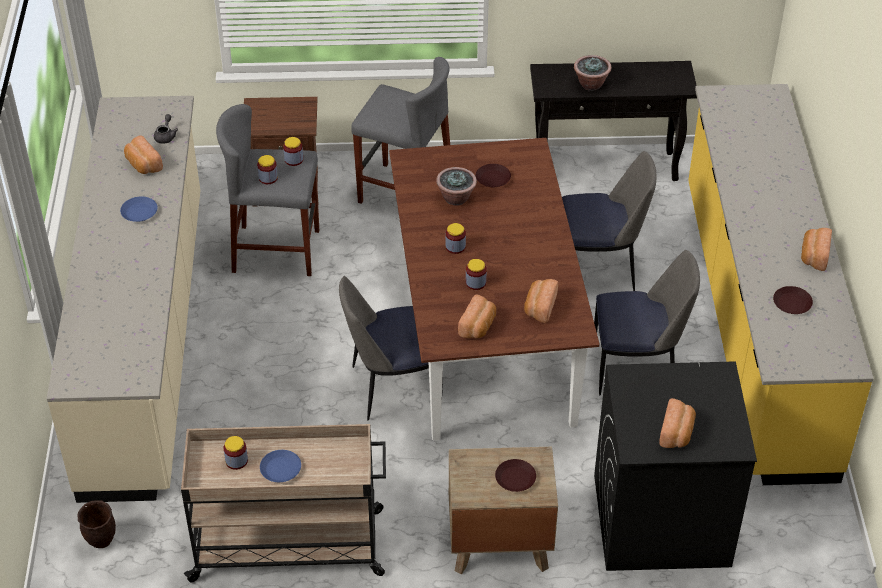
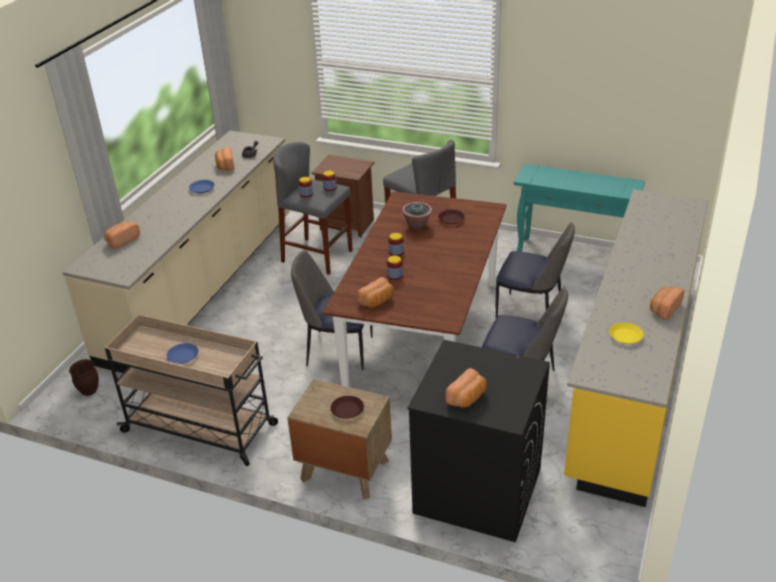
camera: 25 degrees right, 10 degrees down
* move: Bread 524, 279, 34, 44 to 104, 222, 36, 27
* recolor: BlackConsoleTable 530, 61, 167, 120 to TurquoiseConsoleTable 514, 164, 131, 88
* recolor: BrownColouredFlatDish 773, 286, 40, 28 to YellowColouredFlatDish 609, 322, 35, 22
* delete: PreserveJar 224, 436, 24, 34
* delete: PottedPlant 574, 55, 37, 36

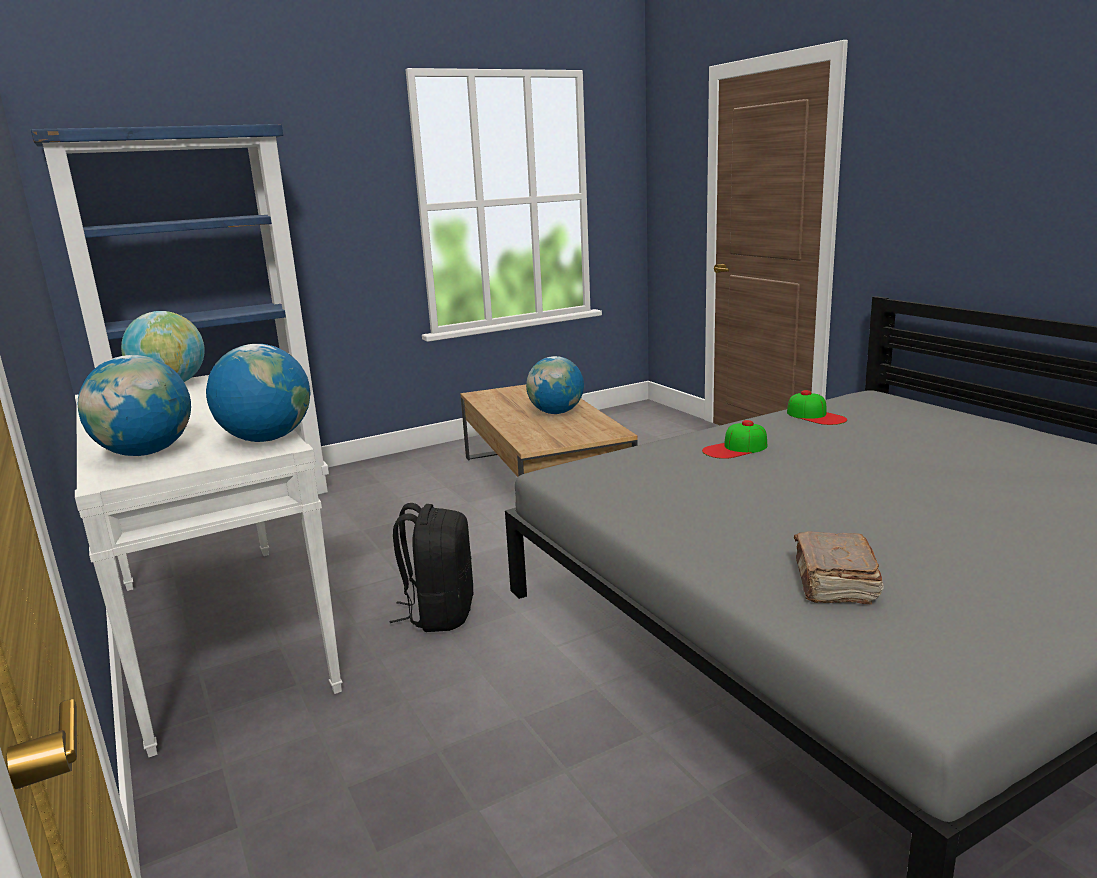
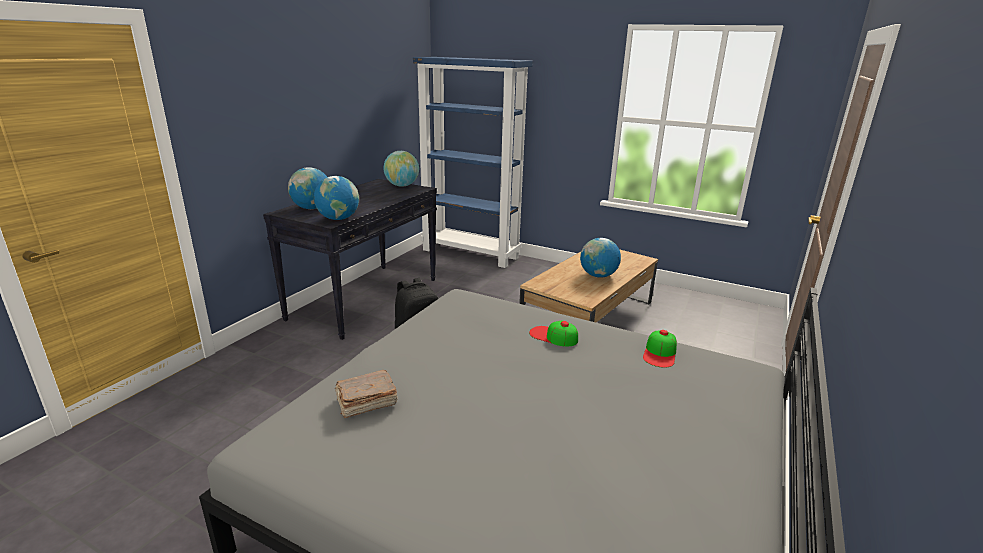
camera: 55 degrees right, 5 degrees up
* recolor: WhitishConsoleTable 75, 375, 268, 382 to BlackConsoleTable 263, 179, 174, 161

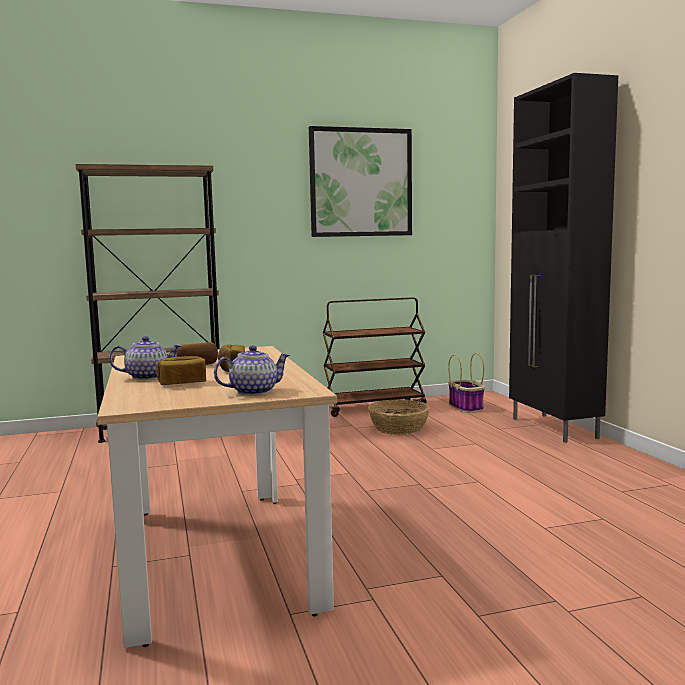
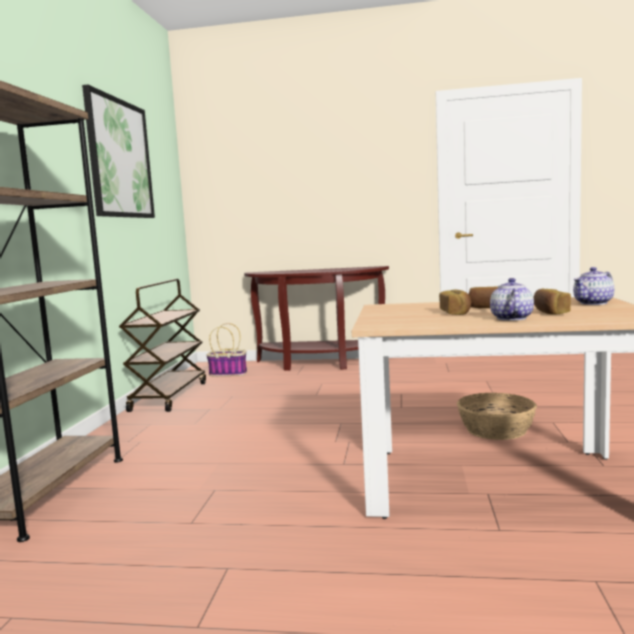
camera: 65 degrees left, 0 degrees up
* replace: BlackCupboard 509, 73, 109, 370 to BrownColouredConsoleTable 244, 266, 145, 105
* move: StorageBasket 368, 400, 62, 35 to 457, 393, 80, 47
* rotate: Teapot 214, 345, 76, 50 = 573, 267, 41, 38 120 degrees counterclockwise

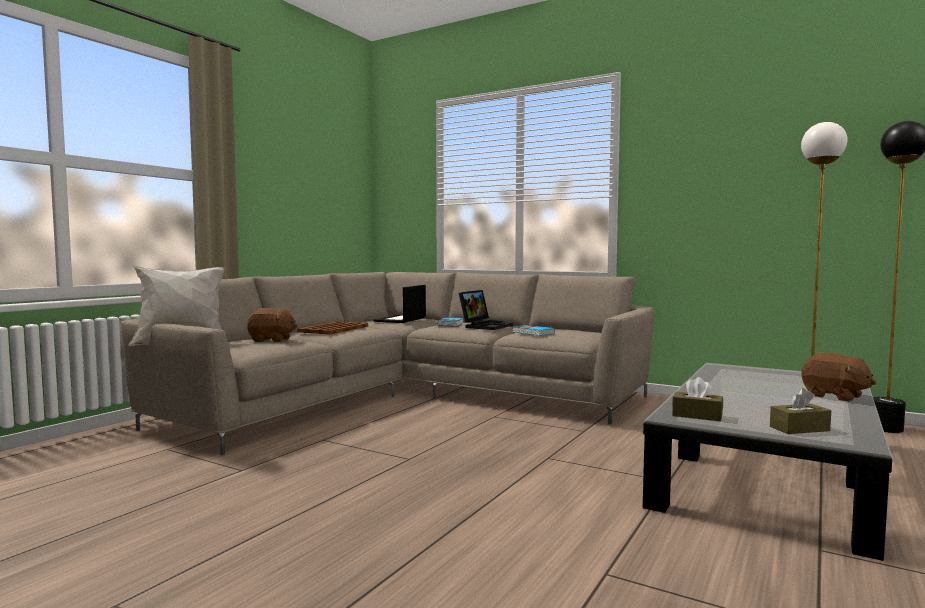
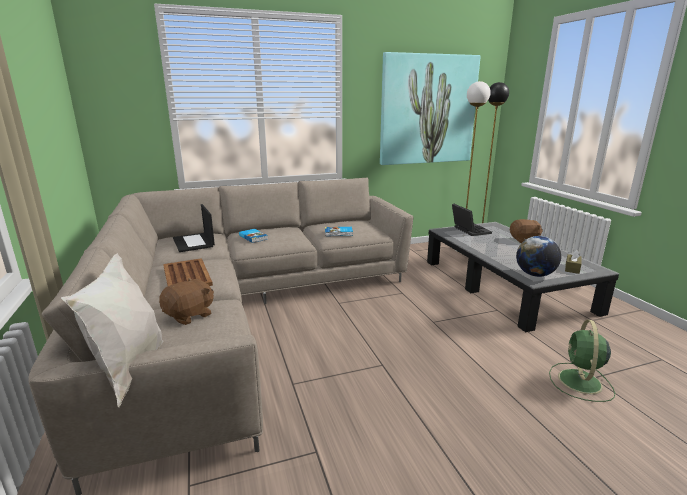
camera: 50 degrees left, 15 degrees up
* insert: WallArt 380, 52, 101, 113
* move: NotebookComputer 459, 290, 55, 40 to 452, 204, 40, 32
* replace: BrownColouredTissueHolder 672, 377, 51, 44 to DeskGlobe 516, 236, 45, 41
* insert: GreenColouredFan 549, 319, 66, 83

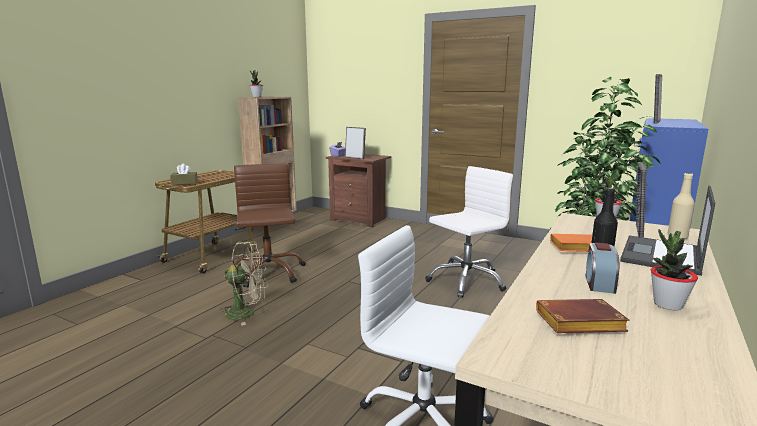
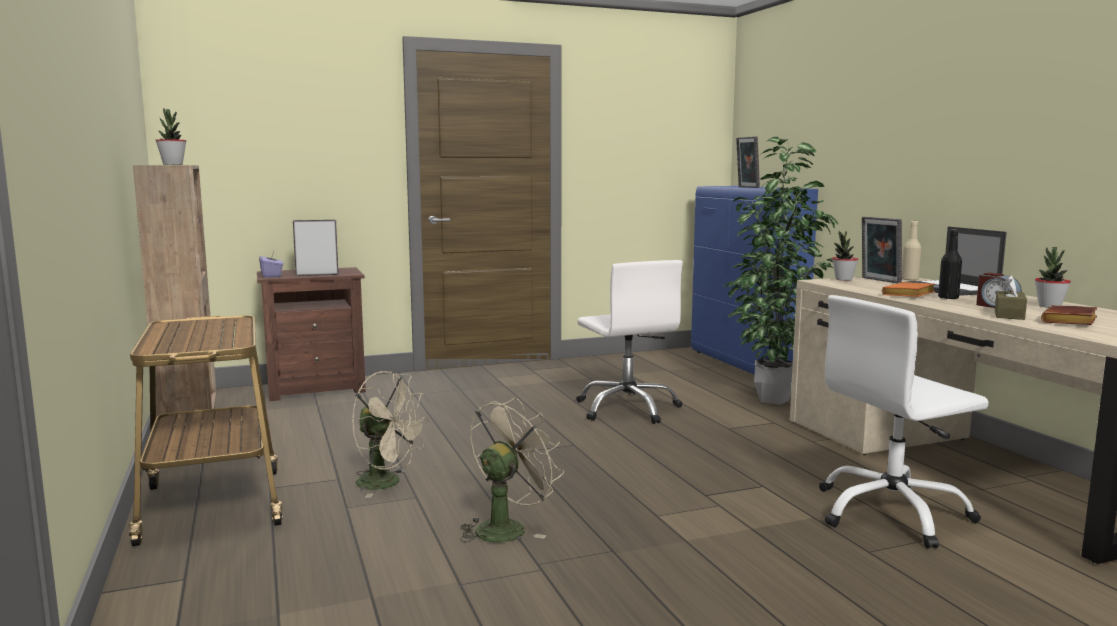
camera: 50 degrees left, 5 degrees down
* replace: BrownColouredDeskChair 234, 164, 72, 124 to BeigeColouredFan 352, 371, 77, 127
* rotate: WhitishDeskChair 425, 166, 88, 132 = 576, 260, 107, 164 150 degrees clockwise
* move: BrownColouredTissueHolder 170, 164, 28, 21 to 995, 275, 32, 45

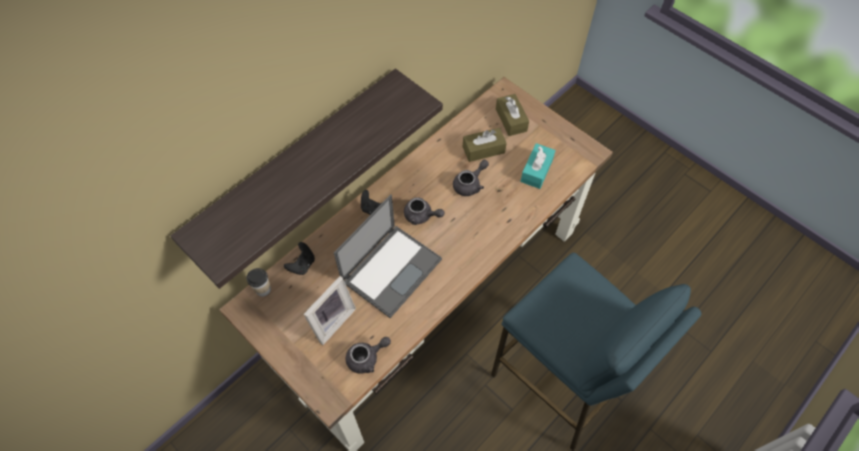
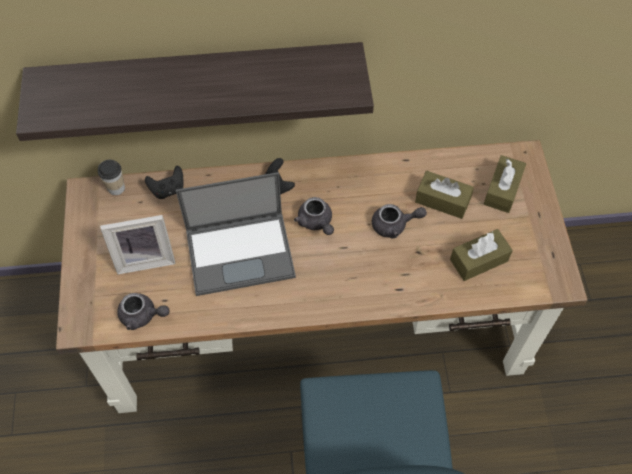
camera: 40 degrees right, 0 degrees up
* recolor: TurquoiseTissueHolder 520, 143, 36, 46 to BrownColouredTissueHolder 450, 229, 63, 52

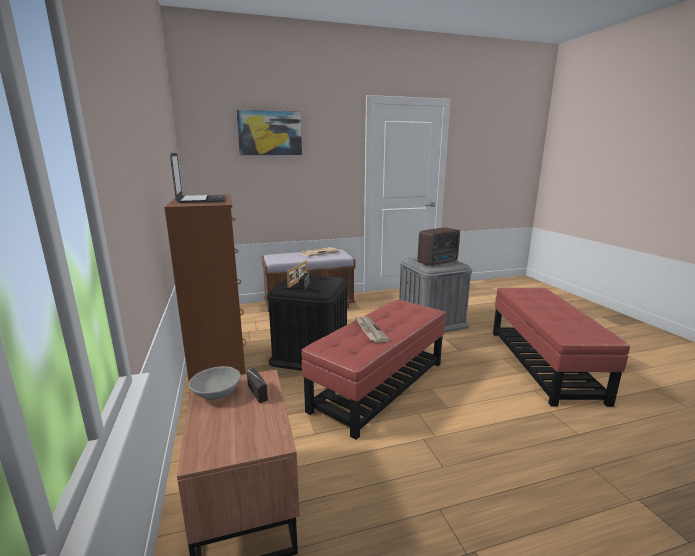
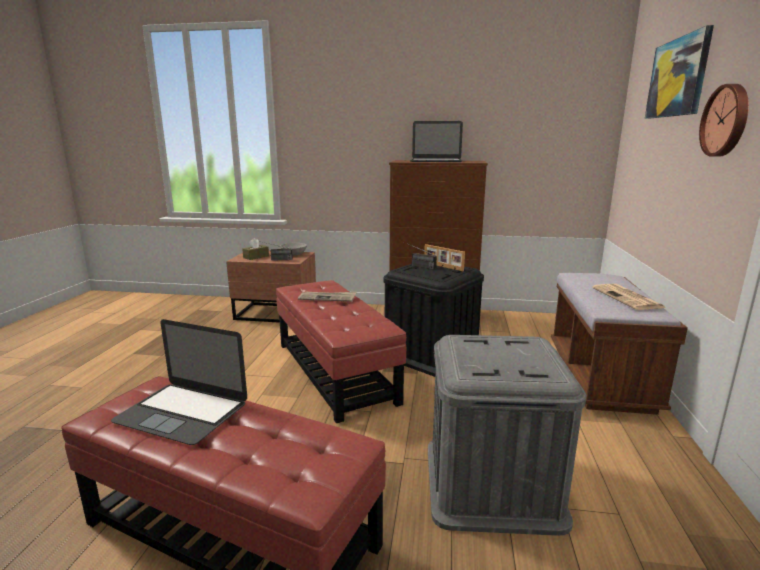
camera: 115 degrees right, 0 degrees up
* insert: NotebookComputer 111, 319, 136, 126
* insert: BrownColouredTissueHolder 242, 238, 27, 22
* insert: ClockOnTheWall 699, 84, 50, 73
* delete: RadioReceiver 418, 227, 42, 39

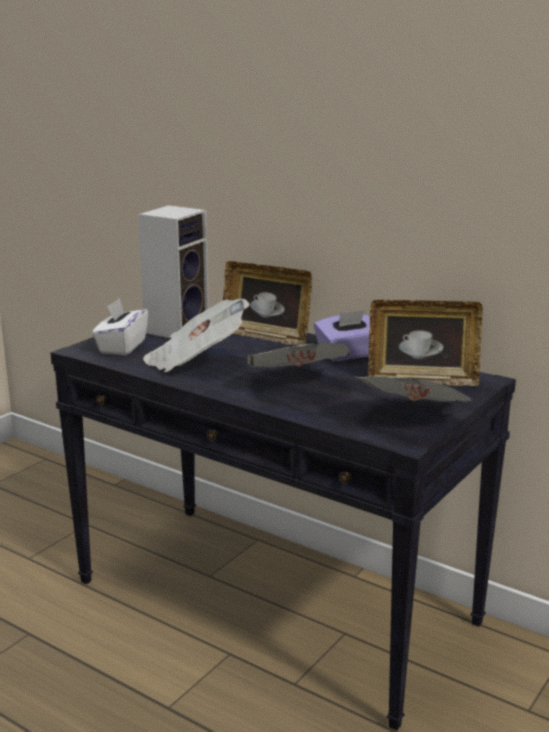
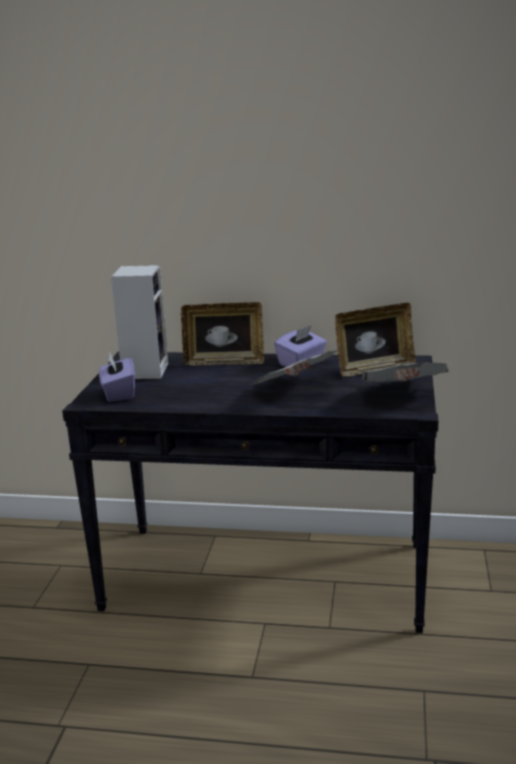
camera: 25 degrees left, 0 degrees up
* recolor: WhitishTissueHolder 92, 298, 56, 58 to PurplishTissueHolder 99, 353, 36, 49
* delete: Newspaper 143, 299, 107, 73

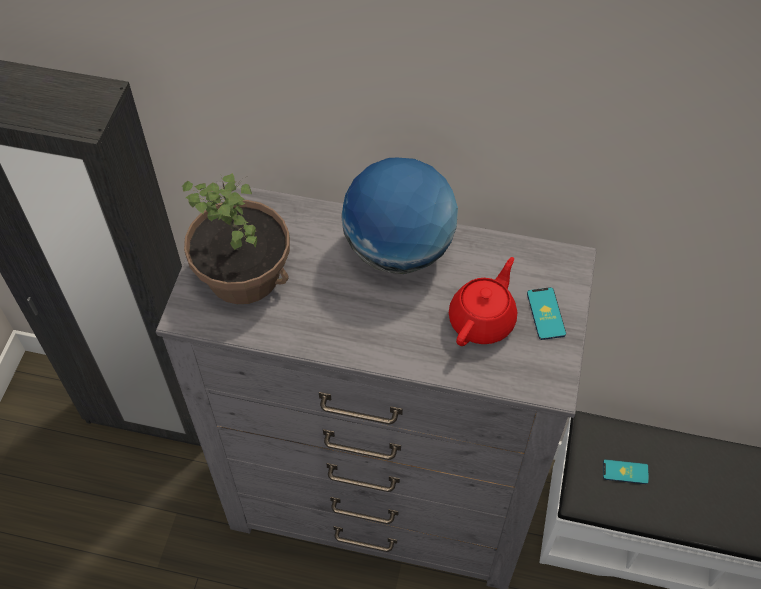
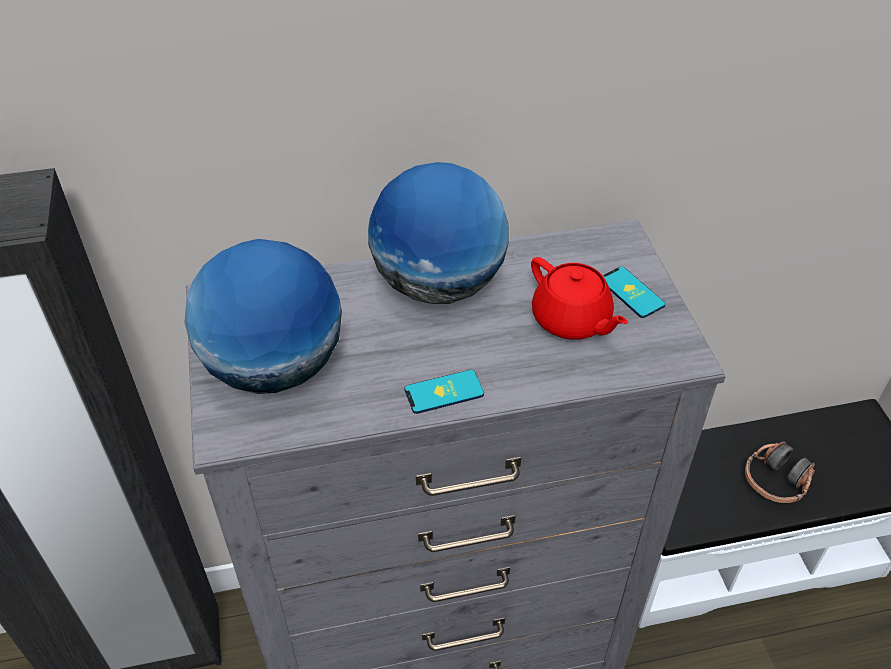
camera: 25 degrees left, 10 degrees down
* replace: PottedPlant 182, 172, 108, 132 to DeskGlobe 184, 239, 158, 155
* move: Handset 603, 459, 46, 25 to 405, 370, 79, 44
* rotate: RedTeapot 449, 257, 68, 89 = 531, 257, 97, 83 135 degrees clockwise
* insert: Headset 745, 441, 70, 62

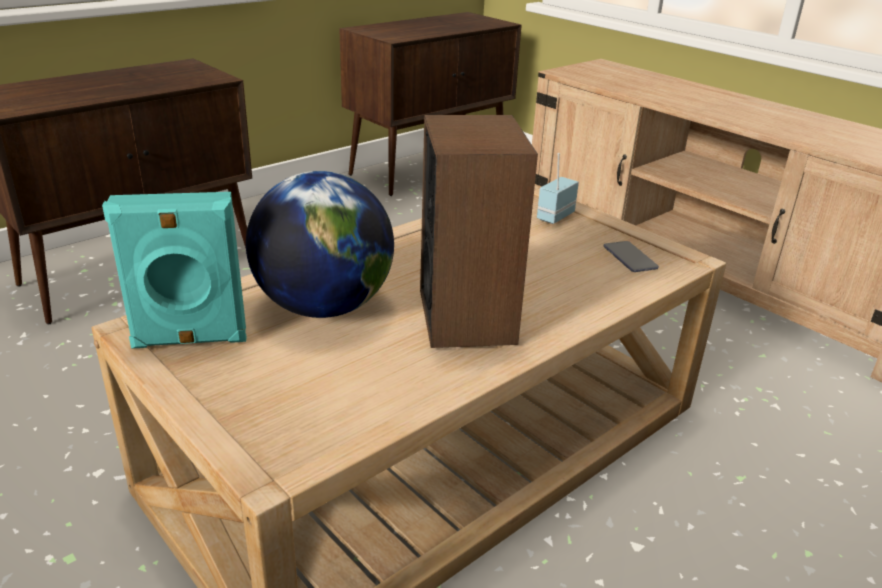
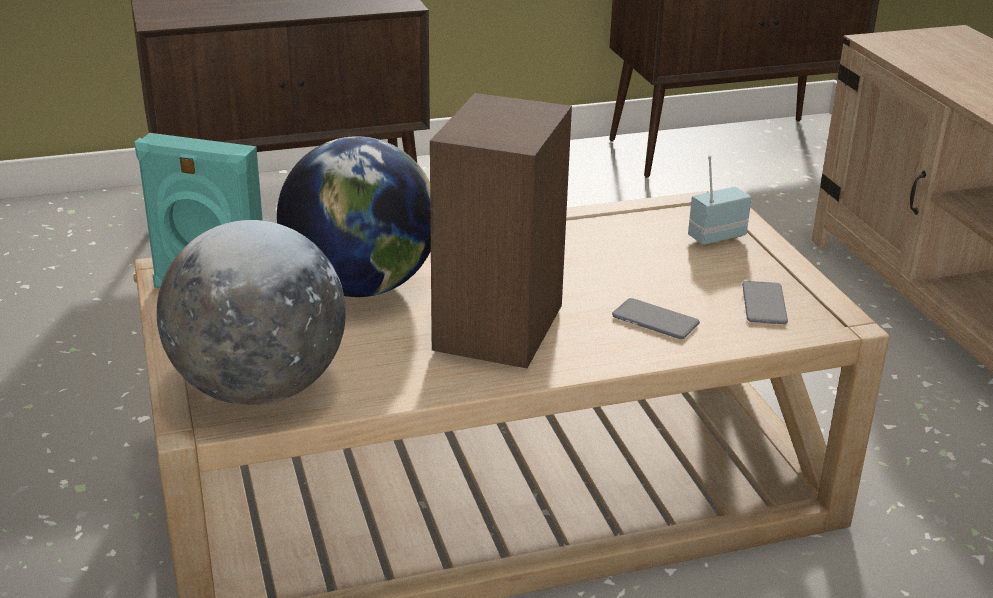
camera: 25 degrees right, 0 degrees up
* insert: DeskGlobe 157, 220, 189, 186
* insert: Handset 612, 298, 88, 41

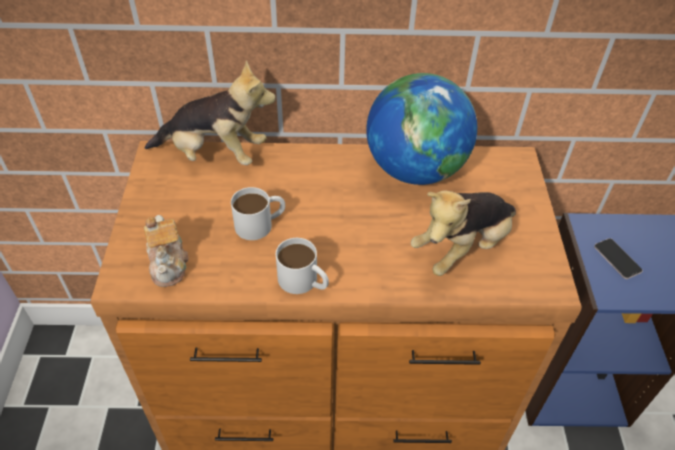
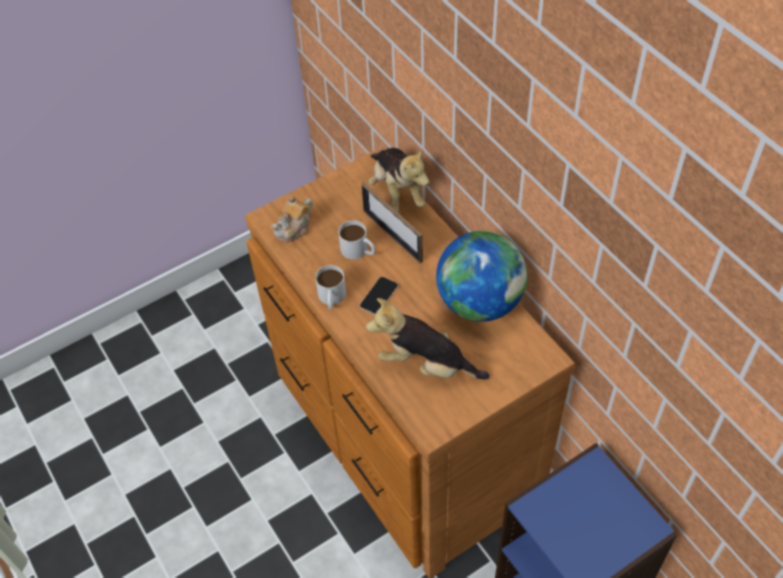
camera: 60 degrees right, 5 degrees up
* move: Handset 594, 238, 49, 41 to 360, 277, 38, 38
* insert: StandingFrame 361, 183, 62, 80

